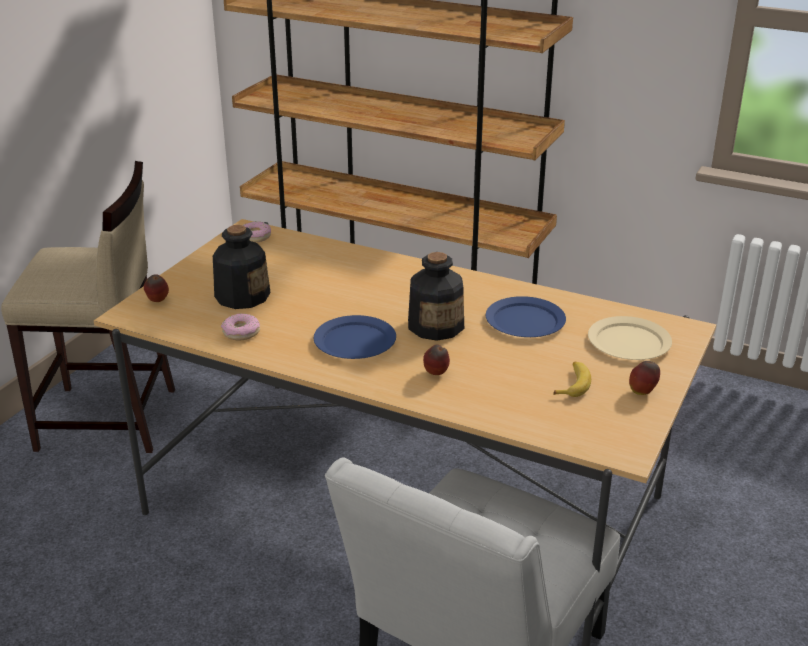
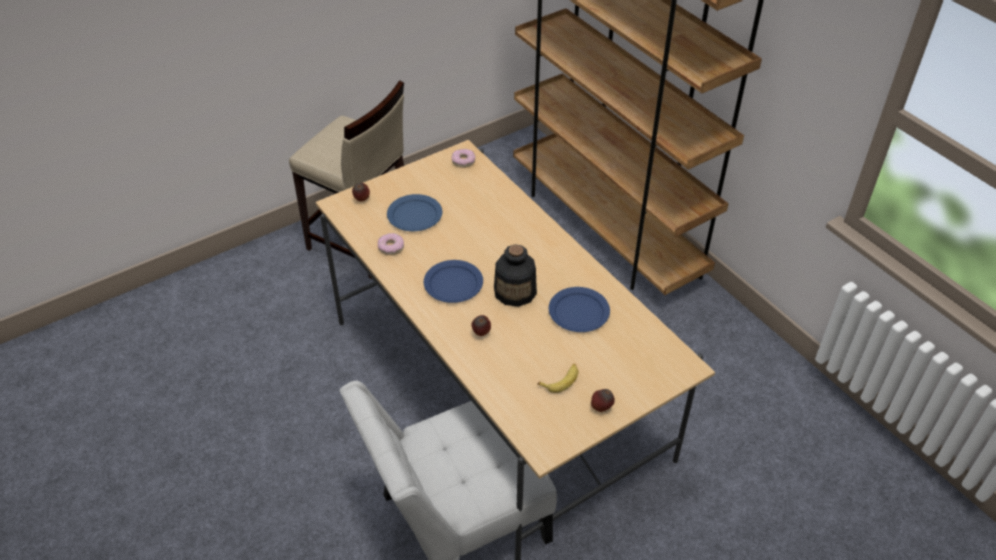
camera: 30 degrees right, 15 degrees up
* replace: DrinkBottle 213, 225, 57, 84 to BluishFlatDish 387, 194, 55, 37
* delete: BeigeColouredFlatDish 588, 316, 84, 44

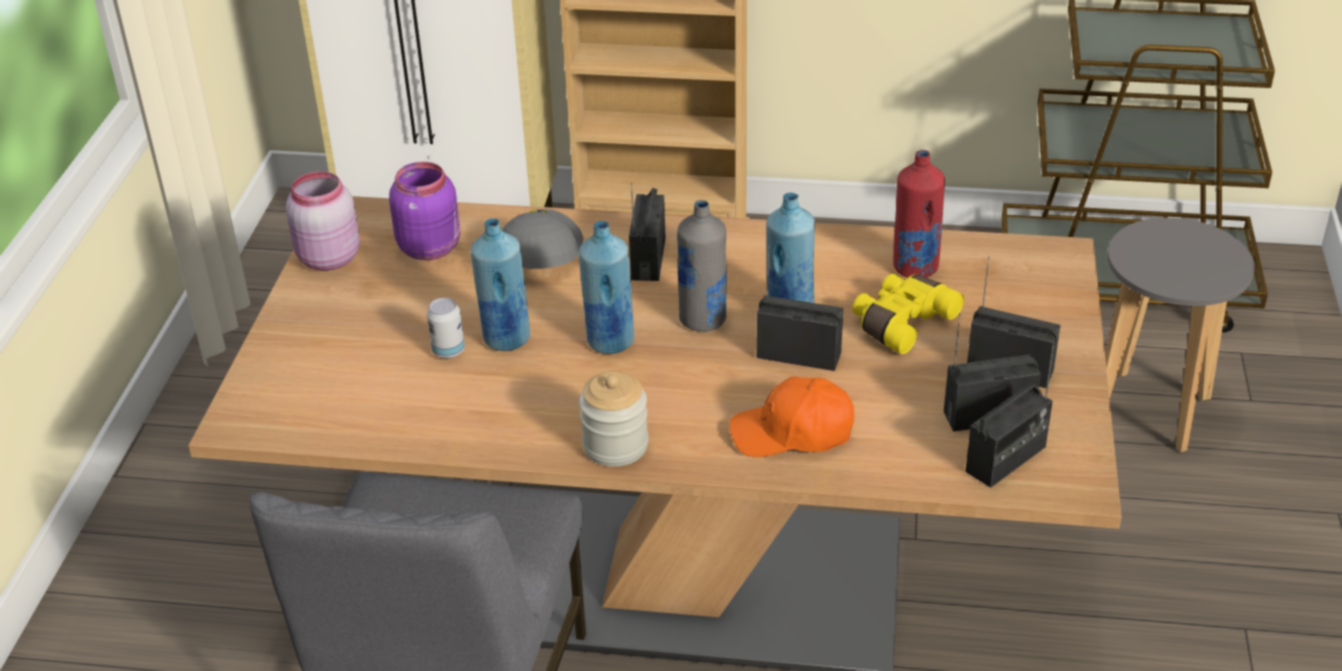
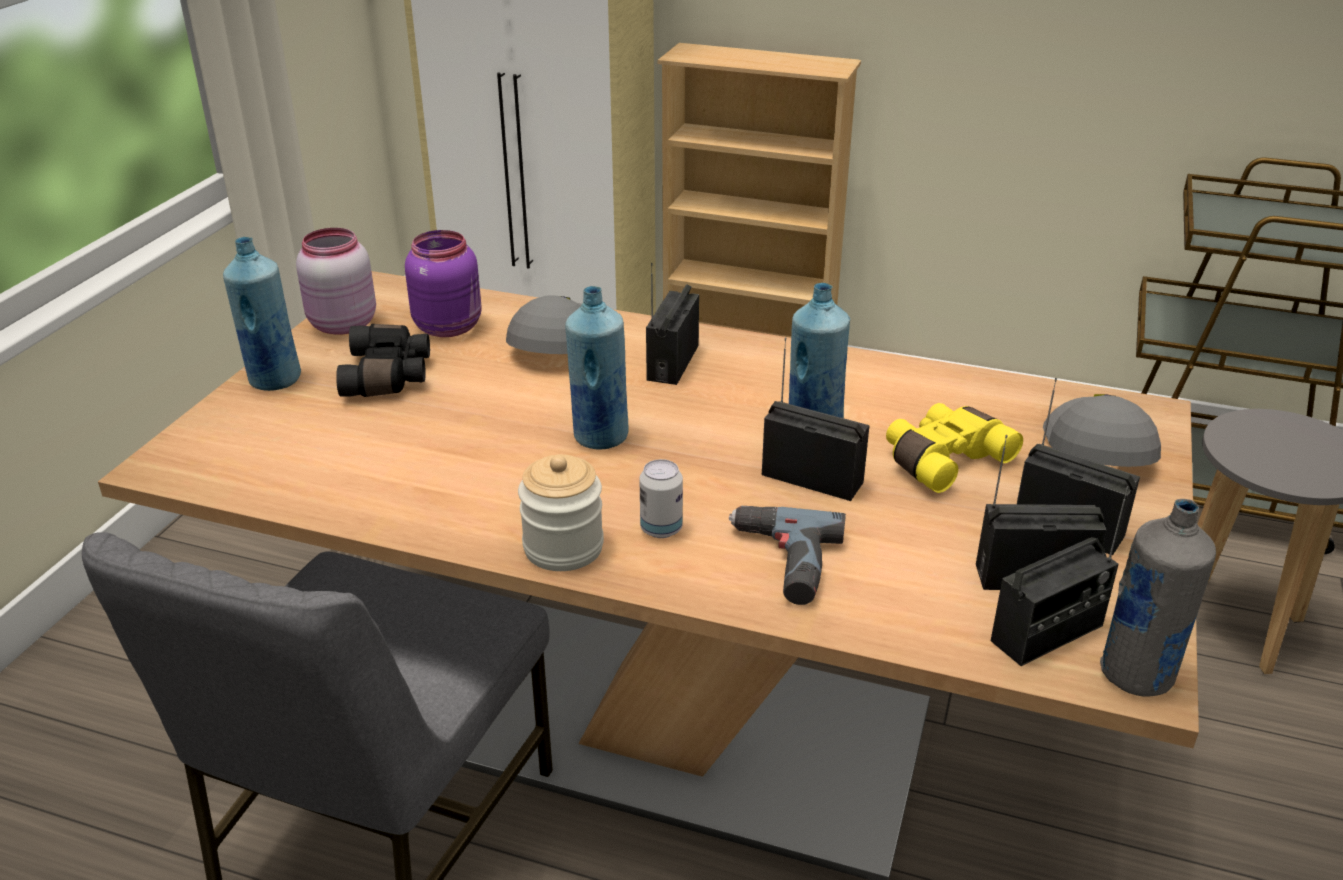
camera: 10 degrees right, 5 degrees down
* move: BluishDrinkBottle 471, 218, 59, 133 to 223, 237, 78, 154
* insert: BlackFieldGlasses 336, 324, 94, 73
* move: MetalCan 427, 298, 38, 60 to 639, 459, 44, 79
* replace: OrangeyPeakedCap 729, 376, 125, 81 to Drill 729, 506, 117, 99
* insert: GrayPeakedCap 1043, 394, 118, 73
* move: GrayDrinkBottle 677, 200, 50, 132 to 1100, 499, 116, 198
* delete: RedDrinkBottle 893, 150, 52, 128

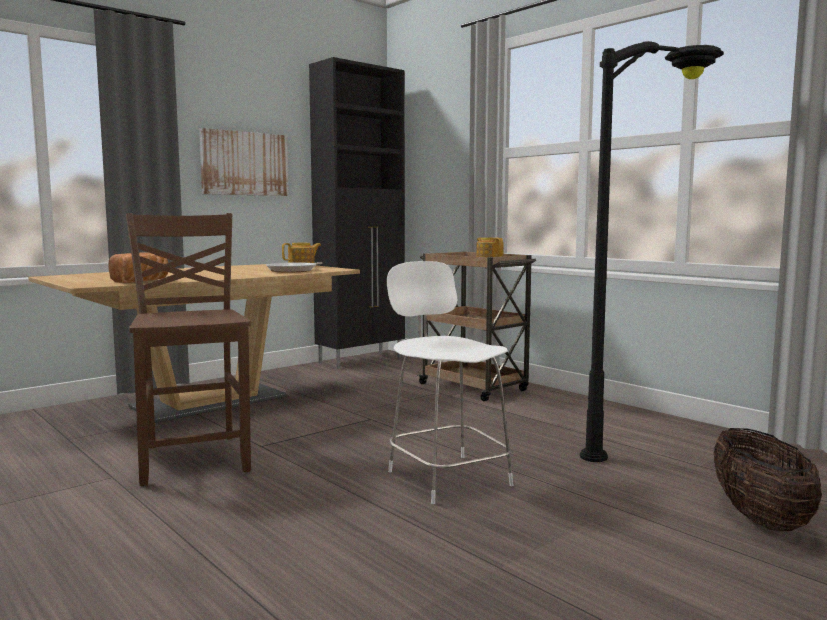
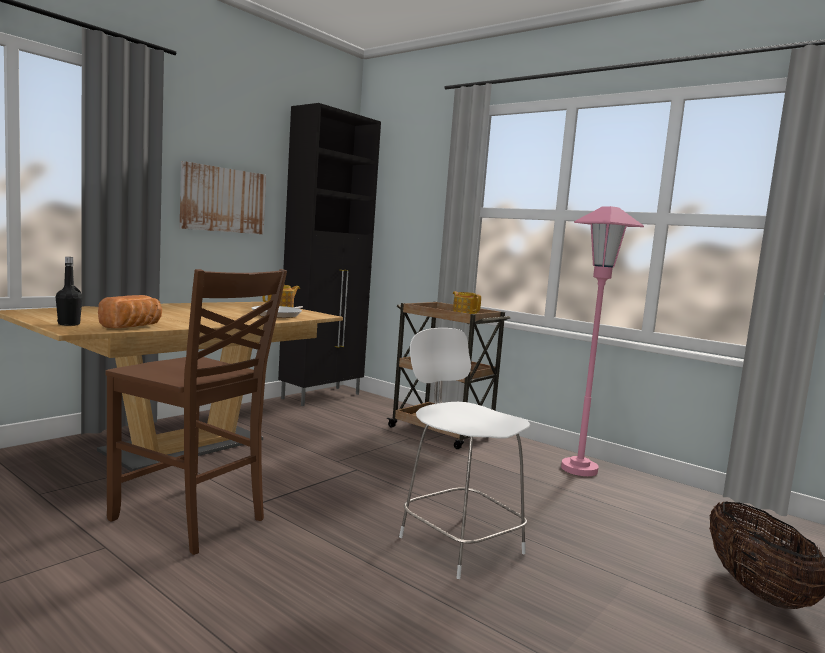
camera: 10 degrees left, 0 degrees up
* insert: BlackDrinkBottle 56, 257, 26, 69
* rotate: BrownColouredPlainChair 126, 213, 125, 273 = 106, 269, 181, 286 150 degrees clockwise
* insert: PinkStandingLamp 561, 206, 83, 270
* delete: BlackStandingLamp 580, 41, 144, 421

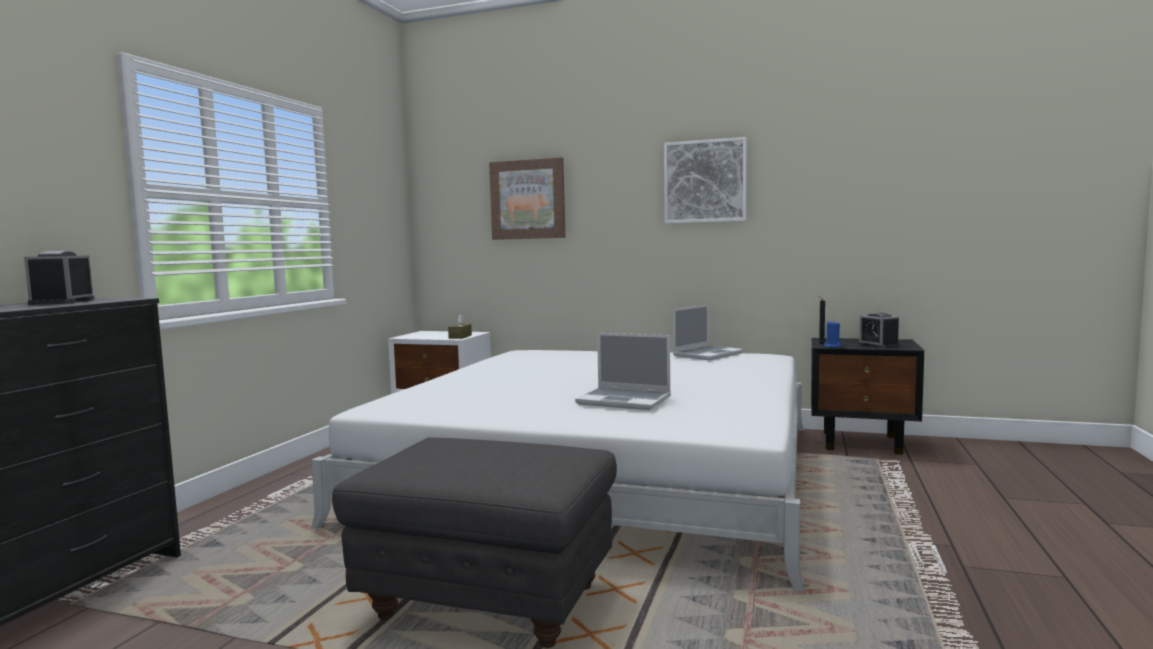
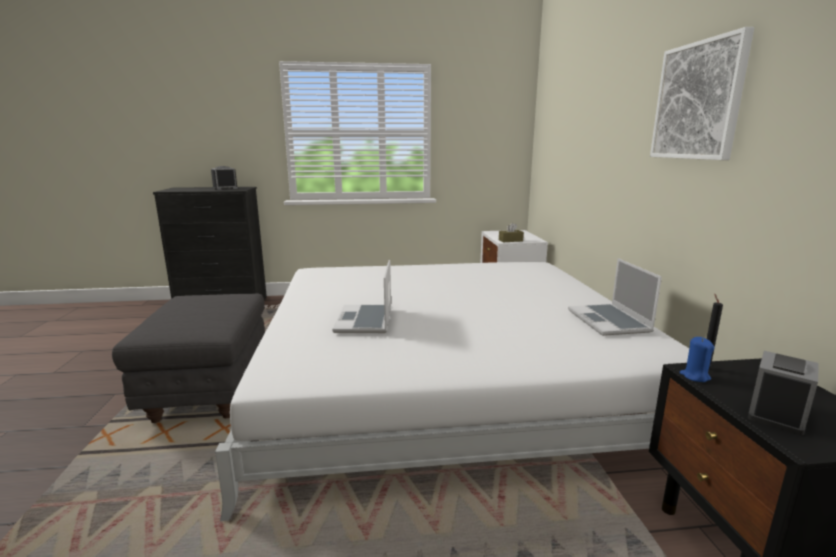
camera: 65 degrees right, 10 degrees up
* rotate: NotebookComputer 673, 305, 71, 55 = 568, 258, 94, 78 60 degrees clockwise
* delete: WallArt 489, 157, 76, 83

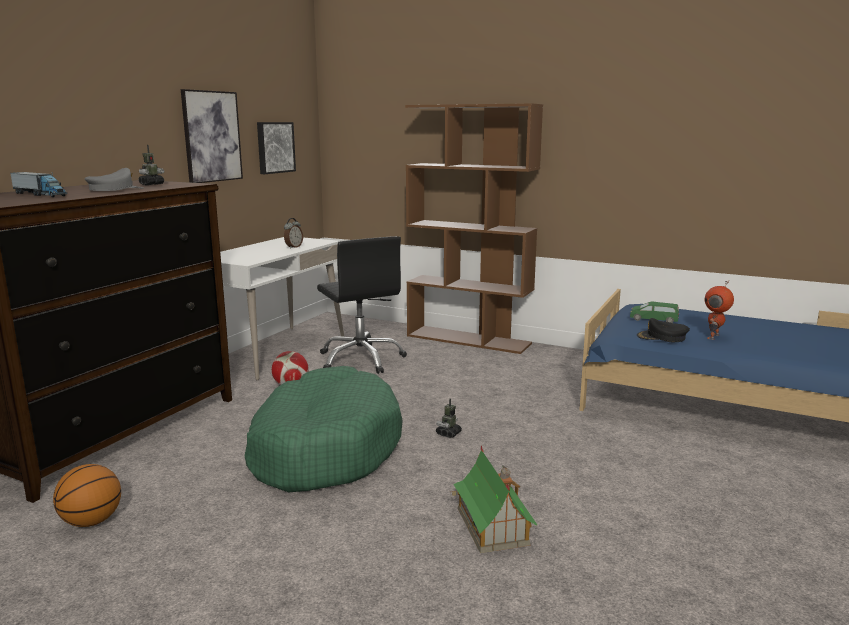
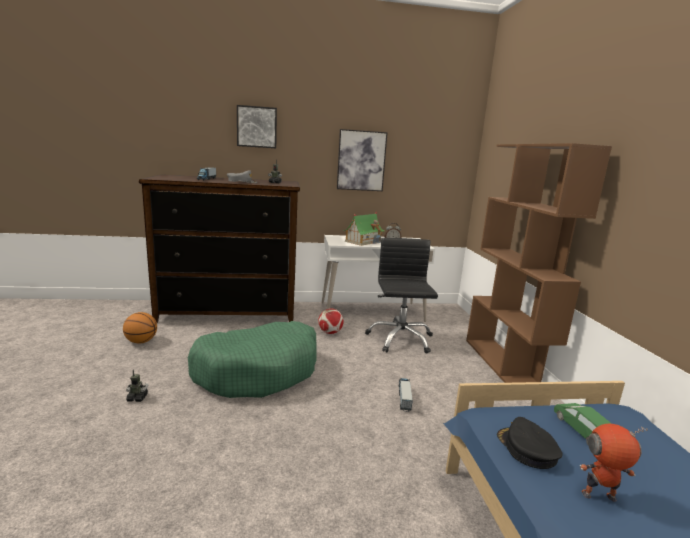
camera: 55 degrees right, 0 degrees up
* move: ToyRobot 436, 399, 26, 39 to 126, 370, 22, 32
* move: WallArt 257, 122, 39, 52 to 237, 105, 40, 43
* move: ToyHouse 450, 445, 87, 108 to 343, 212, 42, 34
* rotate: BlackDeskChair 317, 236, 90, 138 = 365, 238, 73, 116 150 degrees clockwise
* insert: ToyLorry 398, 378, 15, 34

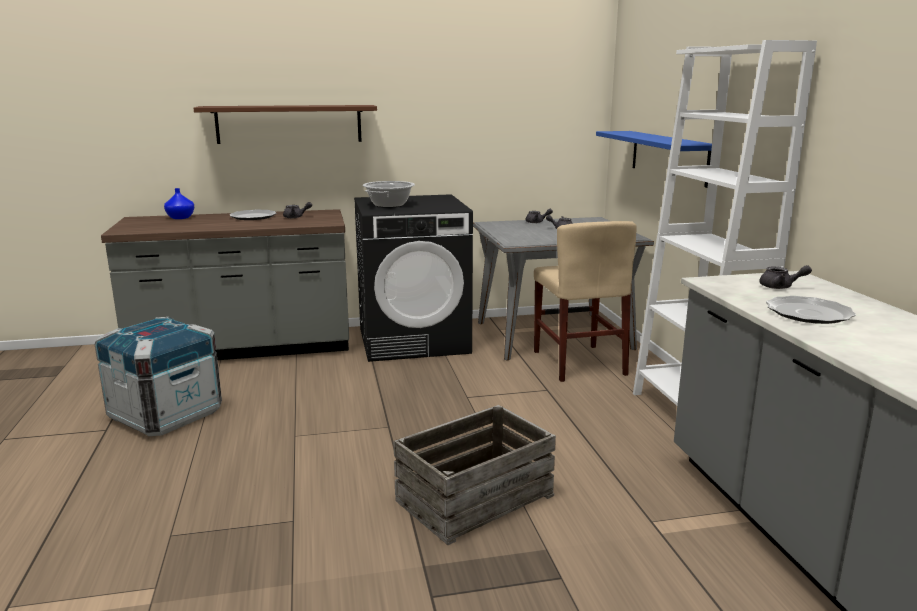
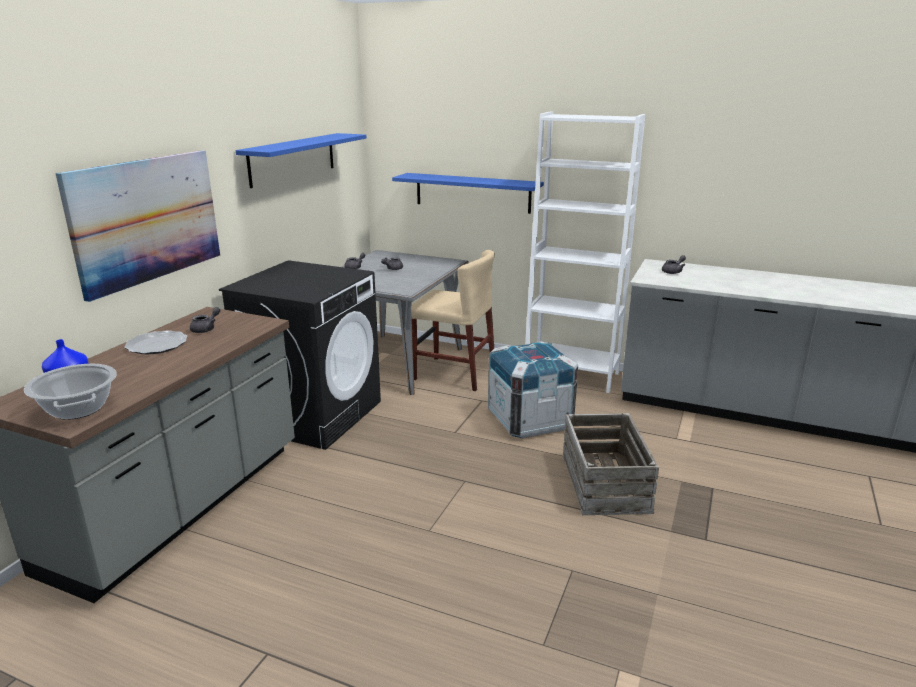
camera: 55 degrees left, 5 degrees up
* move: Stockpot 362, 181, 53, 27 to 24, 364, 93, 56
* replace: BrownColouredShelf 194, 105, 183, 39 to WallArt 55, 150, 165, 152
* insert: BluishShelf 236, 133, 130, 55
* move: PackingCrate 95, 317, 127, 119 to 488, 341, 90, 98
* delete: FlatDish 766, 296, 90, 28

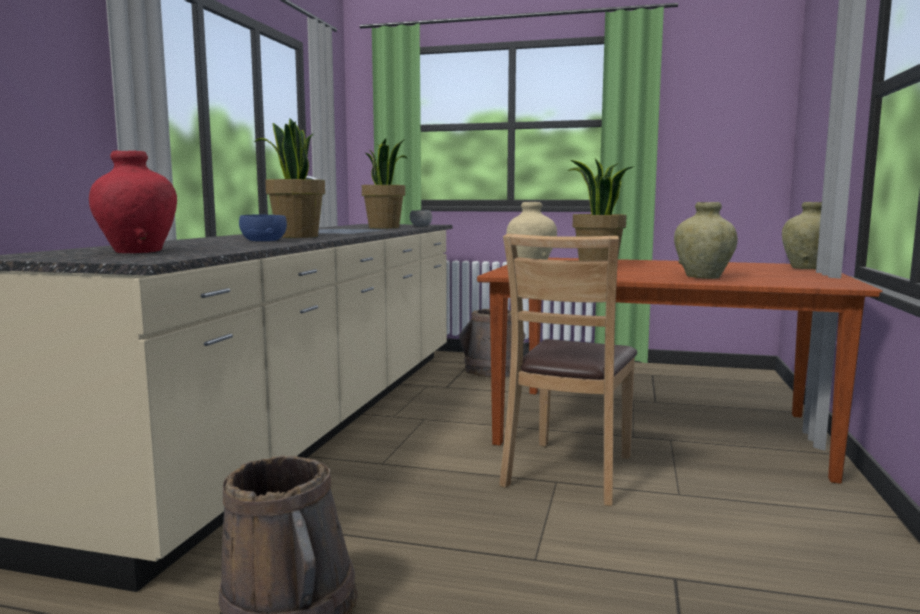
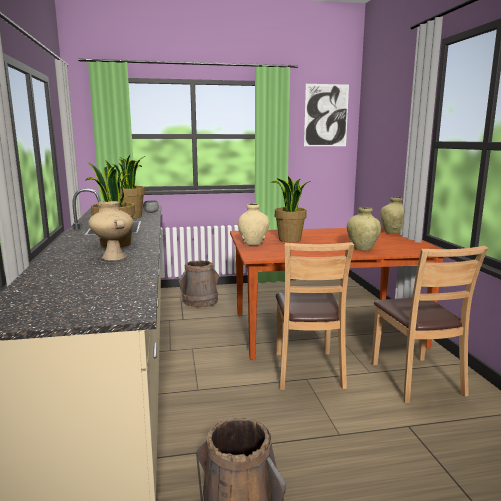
camera: 25 degrees left, 5 degrees up
* replace: BluishBowl 239, 215, 48, 26 to BeigeColouredFlowerVase 88, 201, 46, 60
* insert: WallArt 304, 84, 45, 62
* insert: BrownColouredPlainChair 371, 246, 118, 157
* delete: RedFlowerVase 89, 150, 88, 103

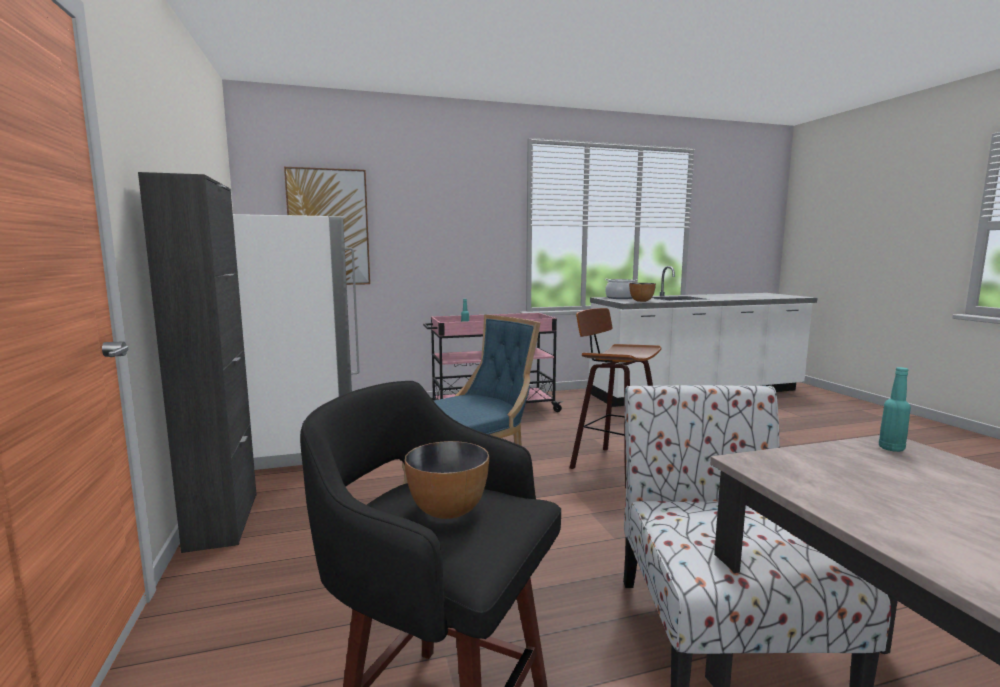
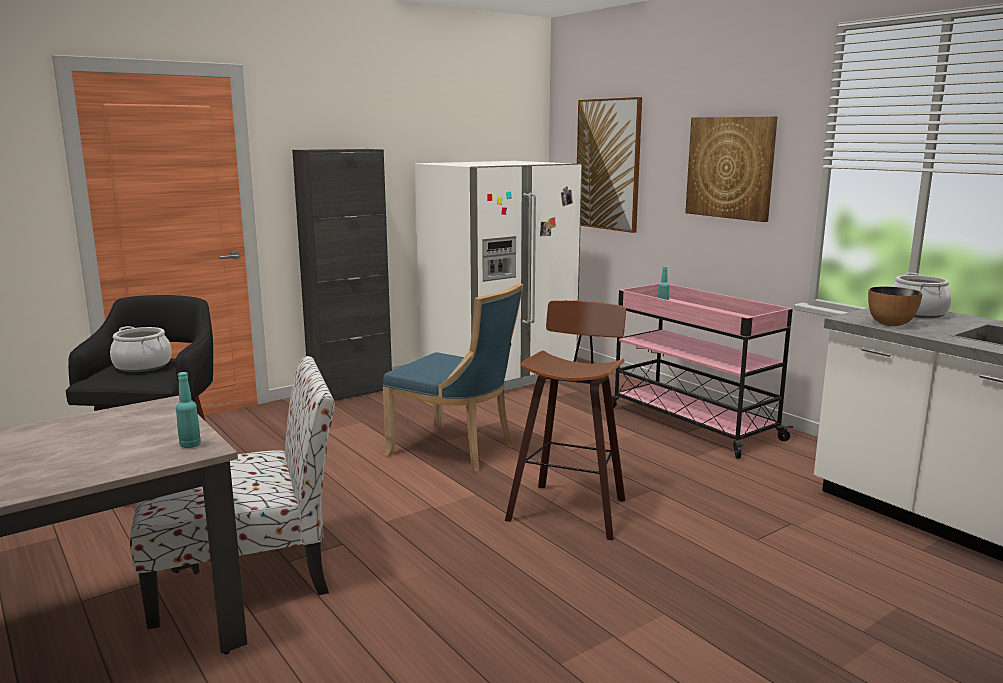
camera: 70 degrees right, 5 degrees up
* replace: Bowl 405, 441, 84, 78 to Stockpot 110, 326, 62, 46
* insert: WallArt 685, 116, 93, 106

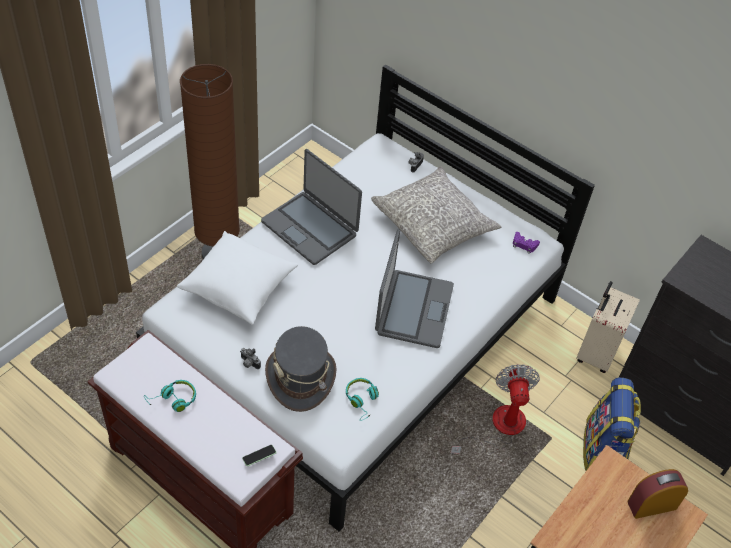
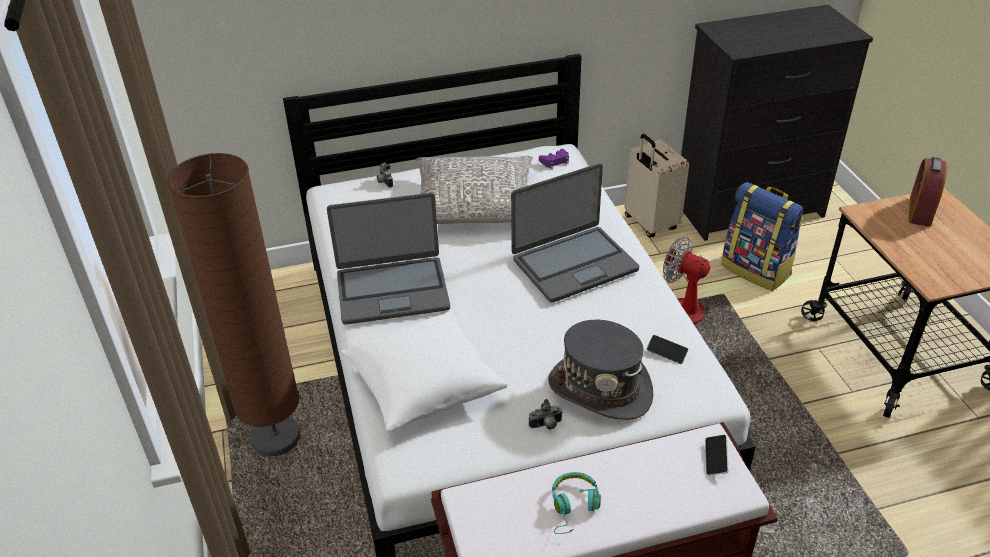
camera: 50 degrees left, 10 degrees down
* rotate: NotebookComputer 375, 229, 79, 119 = 511, 163, 128, 140 105 degrees clockwise
* replace: TurquoiseHeadset 346, 378, 33, 43 to Handset 646, 335, 43, 29

